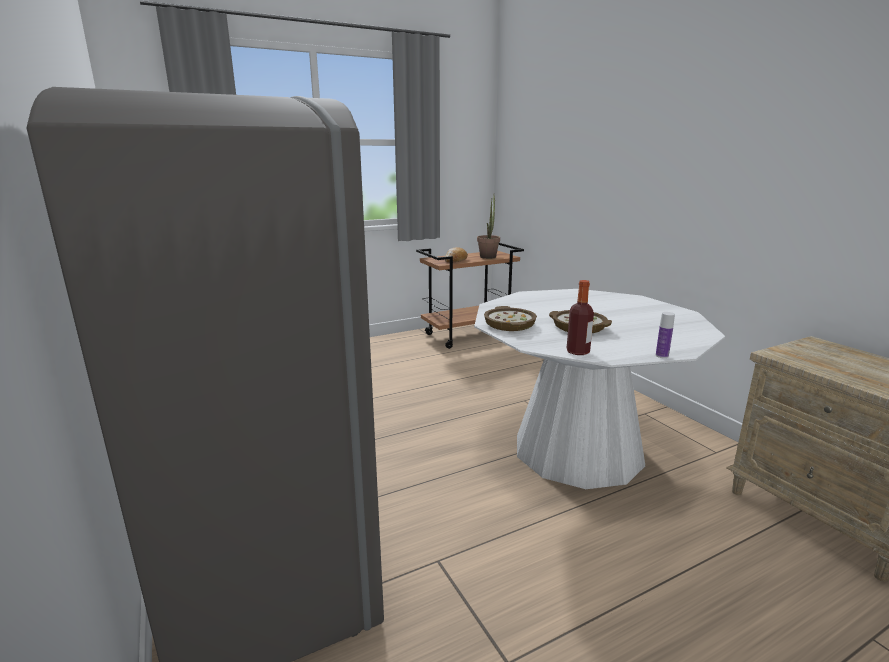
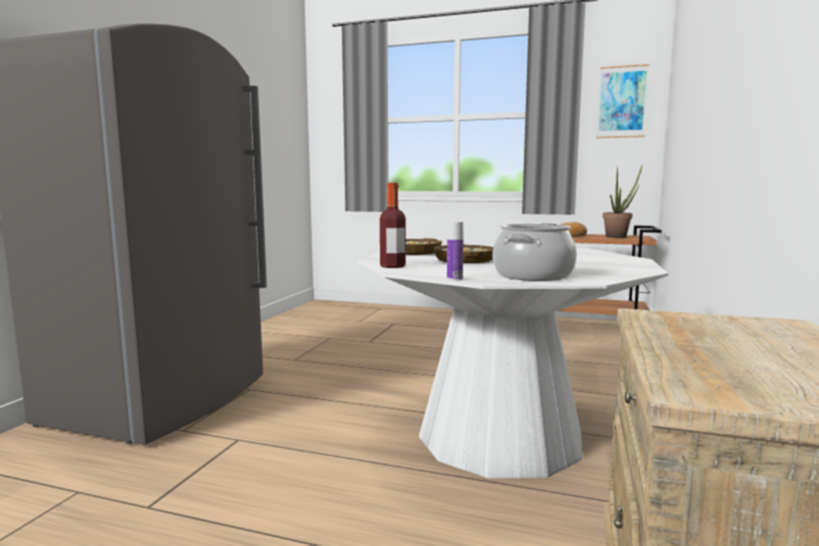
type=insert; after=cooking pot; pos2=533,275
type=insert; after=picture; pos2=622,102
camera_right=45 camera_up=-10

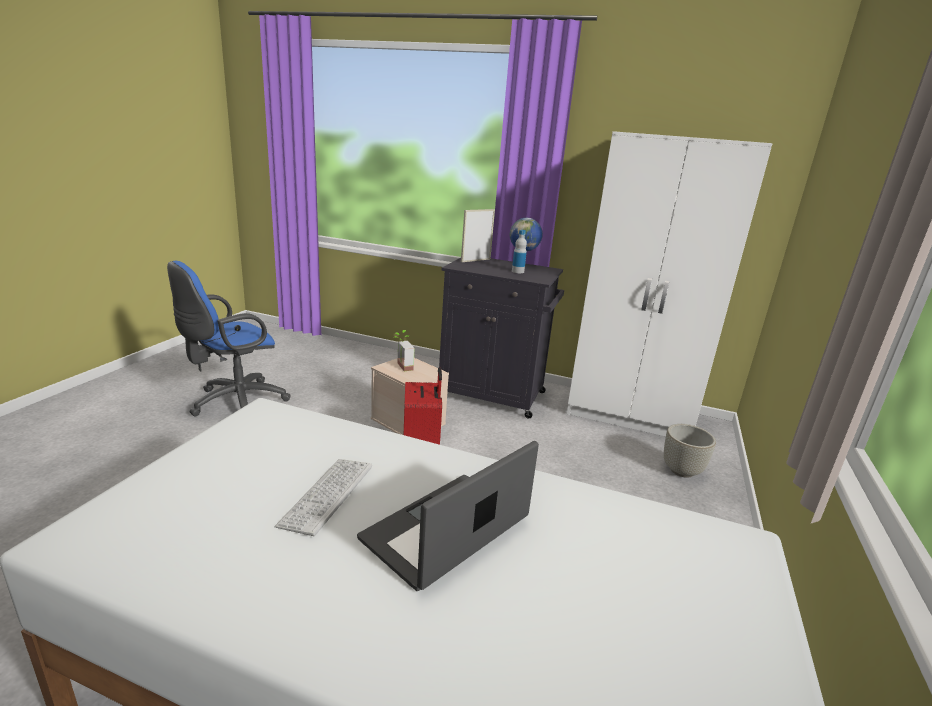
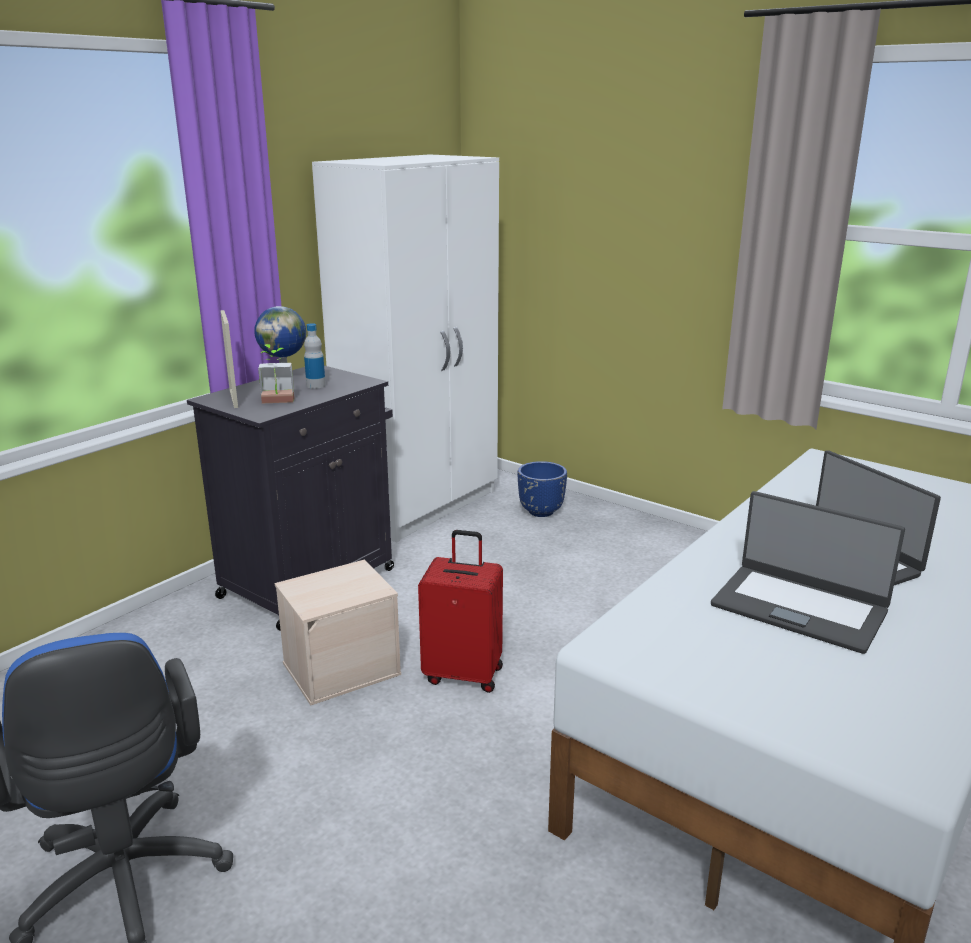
type=move; before=potted plant; pos1=401,367; pos2=277,402
type=replace; before=keyboard; after=laptop; pos1=327,496; pos2=799,607
type=recolor; before=grey planter; after=blue planter; pos1=682,471; pos2=541,511
camera_right=-70 camera_up=0

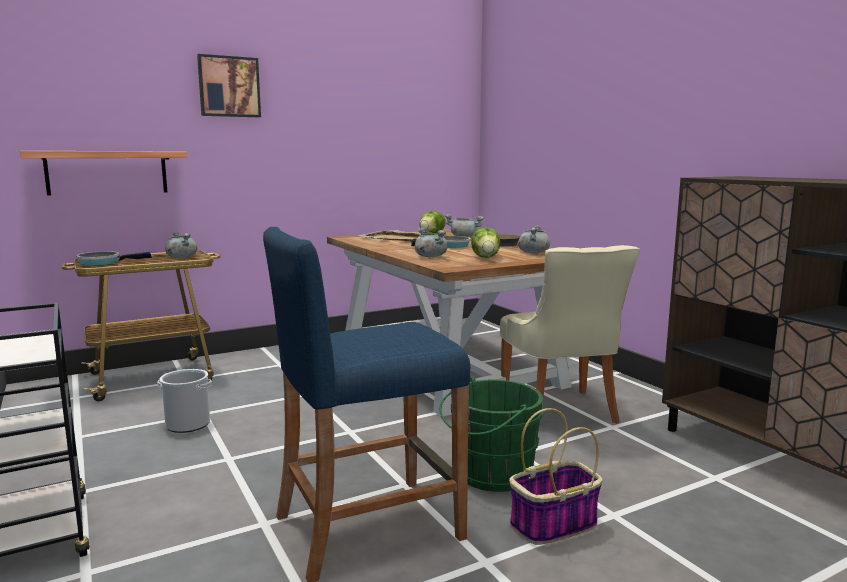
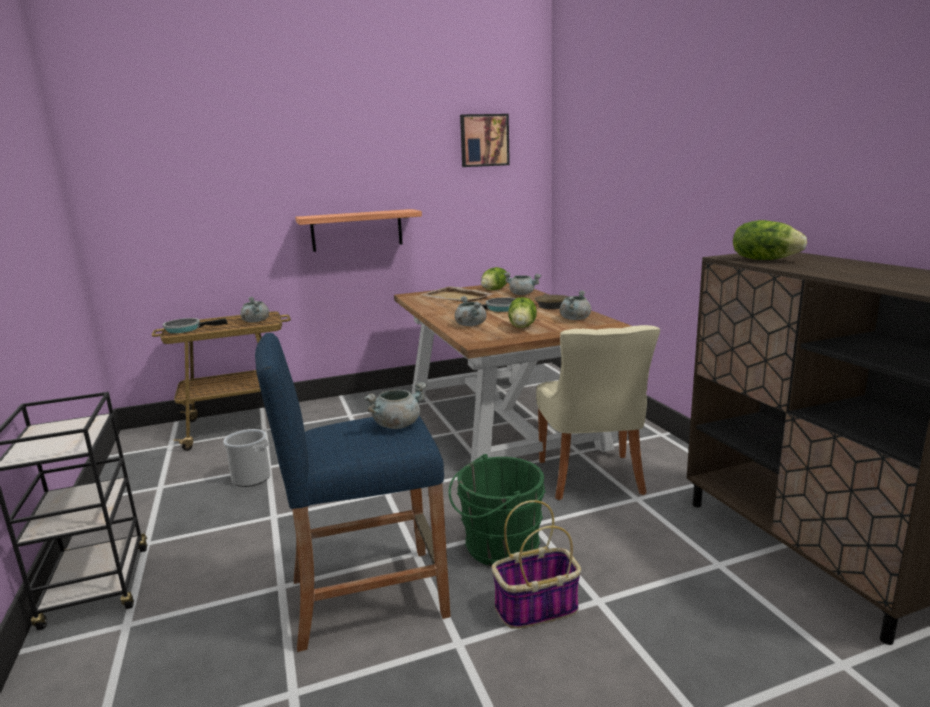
type=insert; after=grey cooking pot; pos2=397,424
type=insert; after=lettuce; pos2=764,260
type=move; before=shelf; pos1=107,172; pos2=357,230
type=move; before=picture; pos1=229,87; pos2=484,140
camera_right=10 camera_up=5

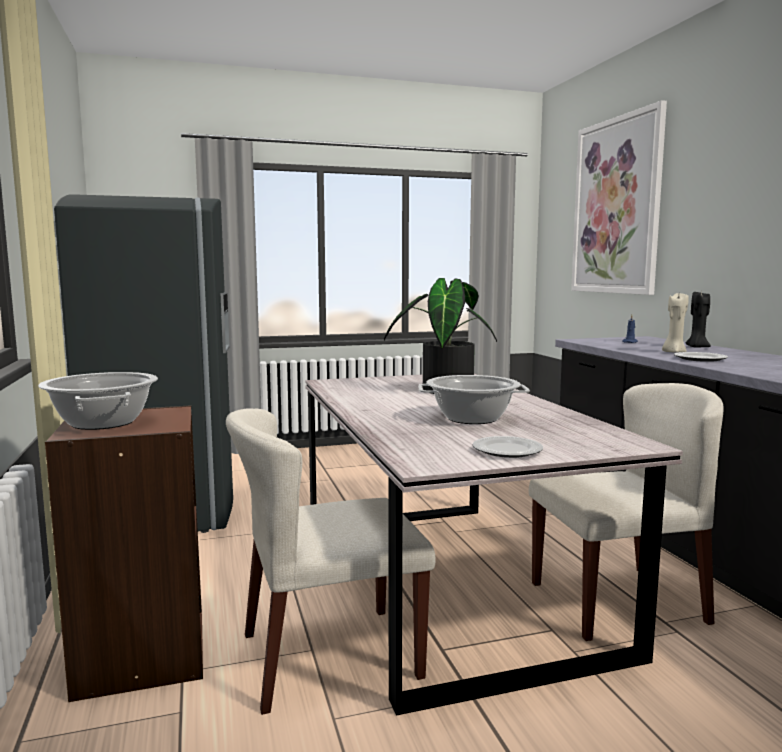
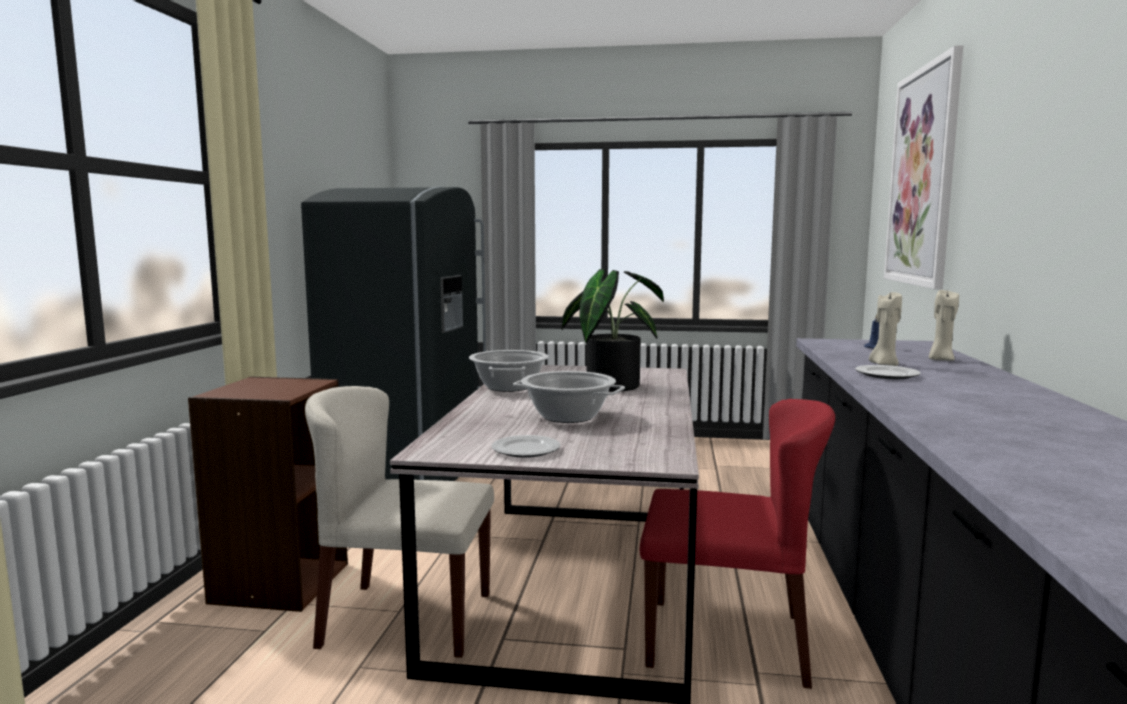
type=move; before=cooking pot; pos1=103,423; pos2=509,387
type=recolor; before=beige chair; after=red chair; pos1=618,601; pos2=728,640
type=recolor; before=black candle; after=beige candle; pos1=696,347; pos2=940,360
camera_right=25 camera_up=0

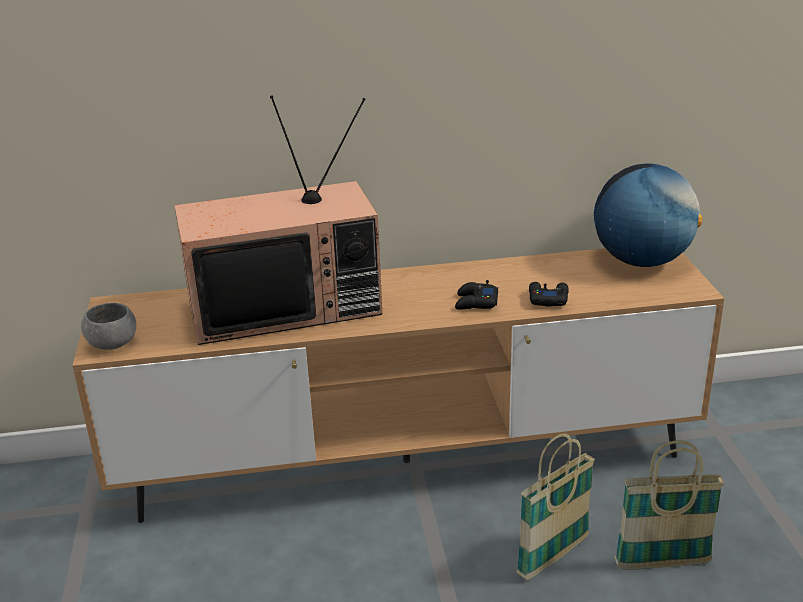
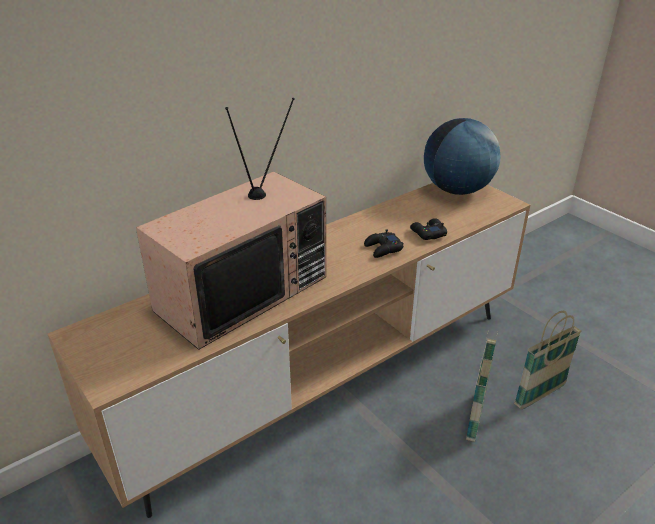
type=delete; before=grey bowl; pos1=113,344
camera_right=-30 camera_up=5

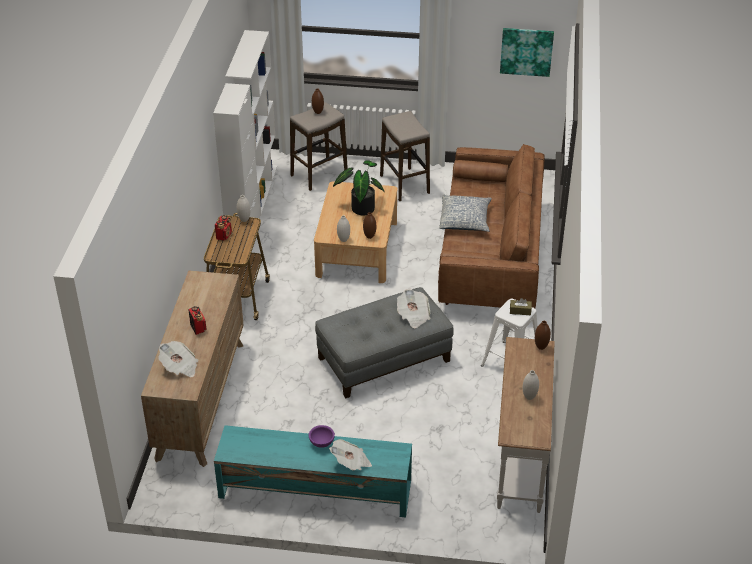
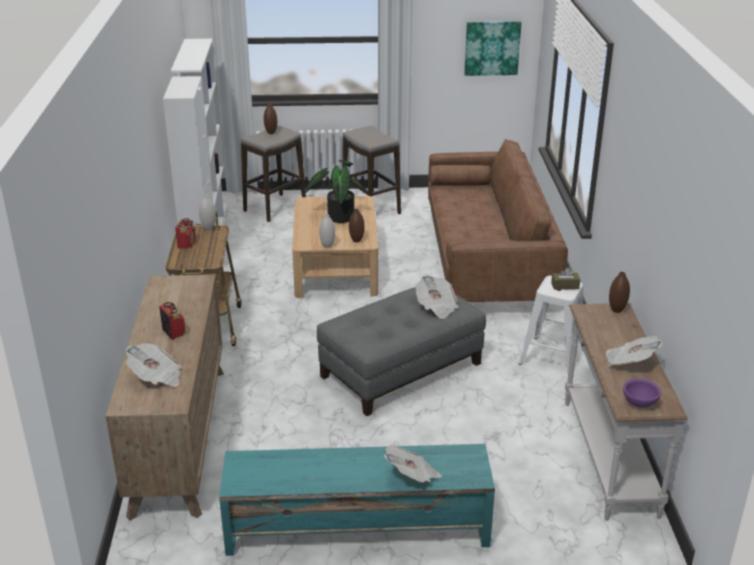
type=delete; before=pillow; pos1=465,220
type=move; before=purple bowl; pos1=321,443; pos2=639,403
type=replace; before=white vase; after=newspaper; pos1=529,397; pos2=629,362
camera_right=-10 camera_up=-10

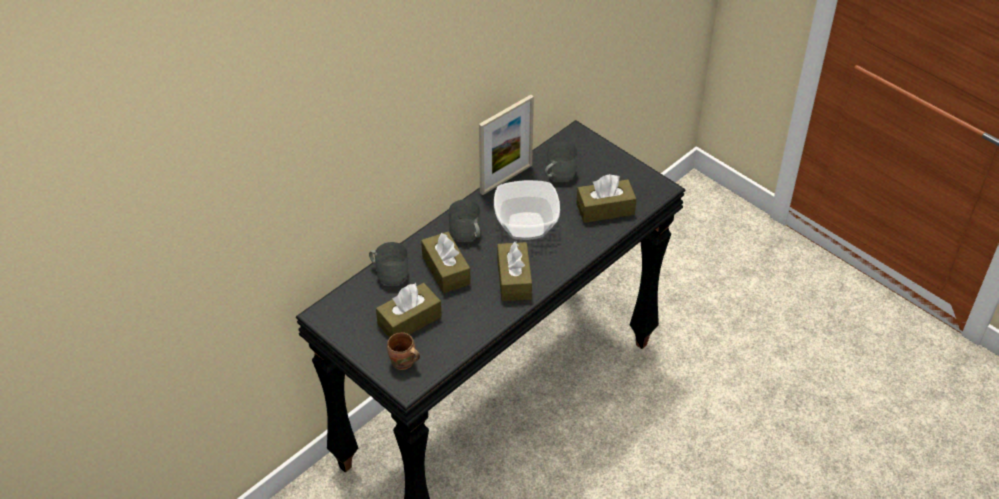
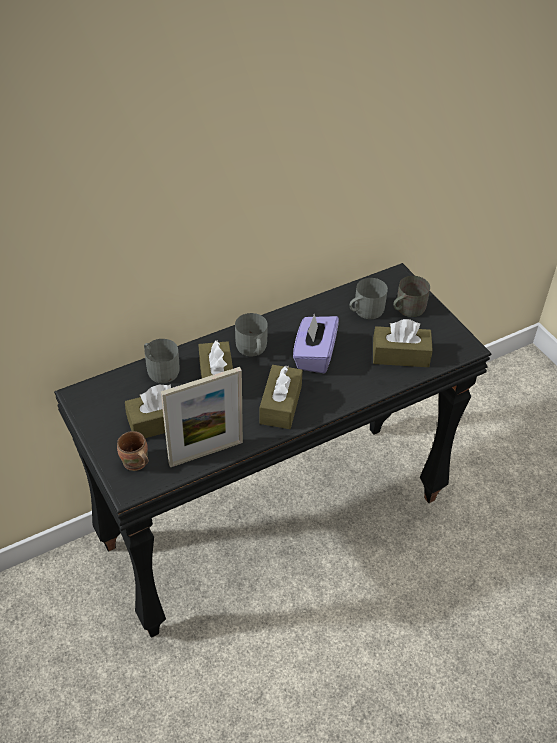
type=insert; after=grey mug; pos2=407,309
type=move; before=picture frame; pos1=506,179; pos2=206,453
type=replace; before=bowl; after=purple tissue box; pos1=527,227; pos2=314,355
camera_right=15 camera_up=0

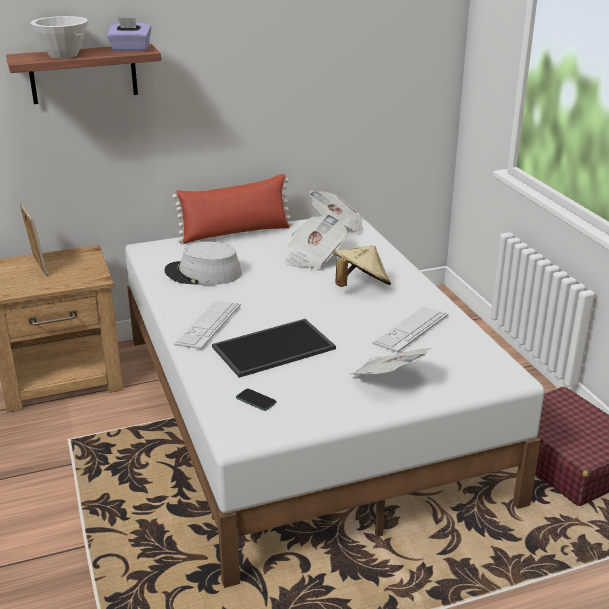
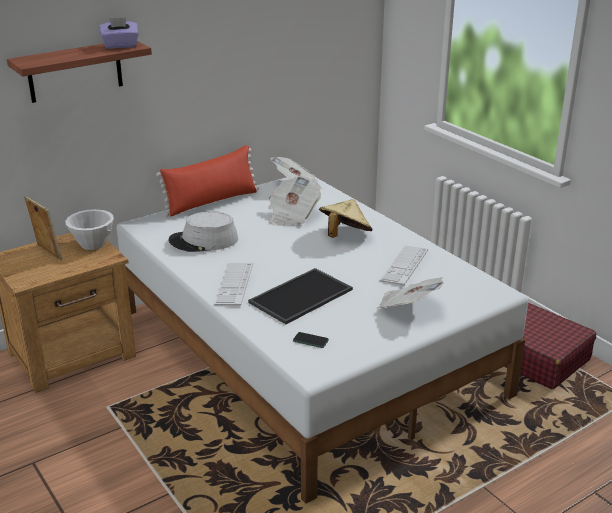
type=move; before=white bowl; pos1=63,55; pos2=93,244
camera_right=-15 camera_up=0

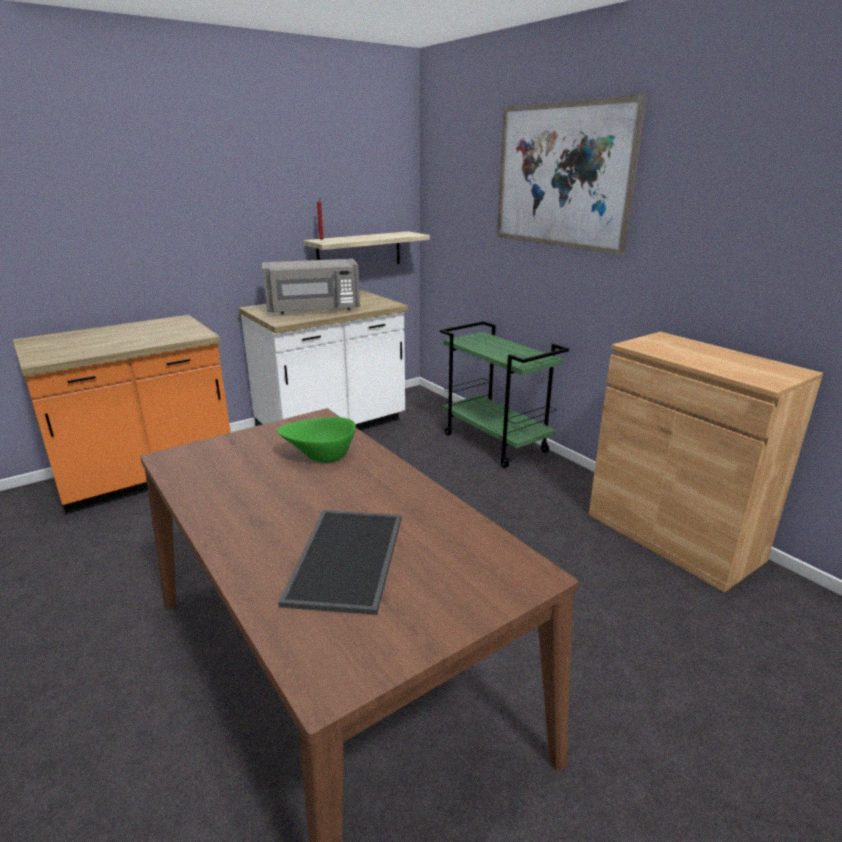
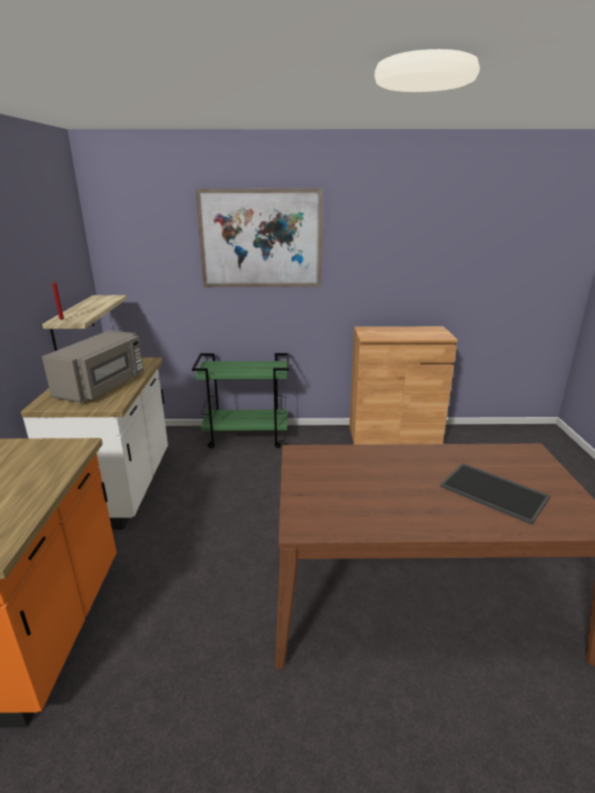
type=delete; before=green bowl; pos1=320,456
camera_right=-55 camera_up=0

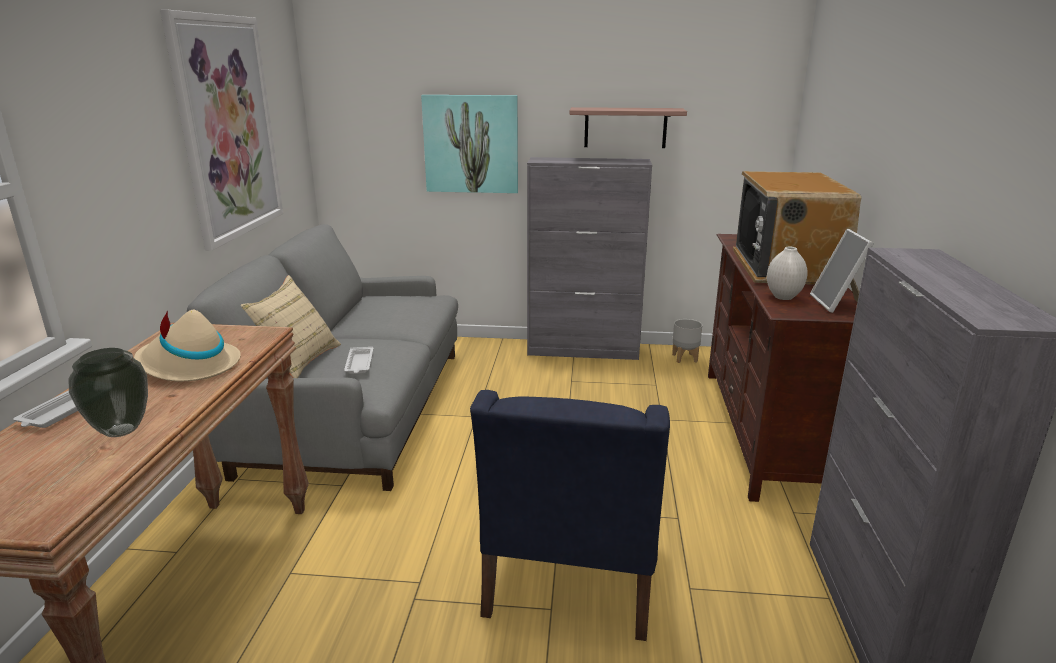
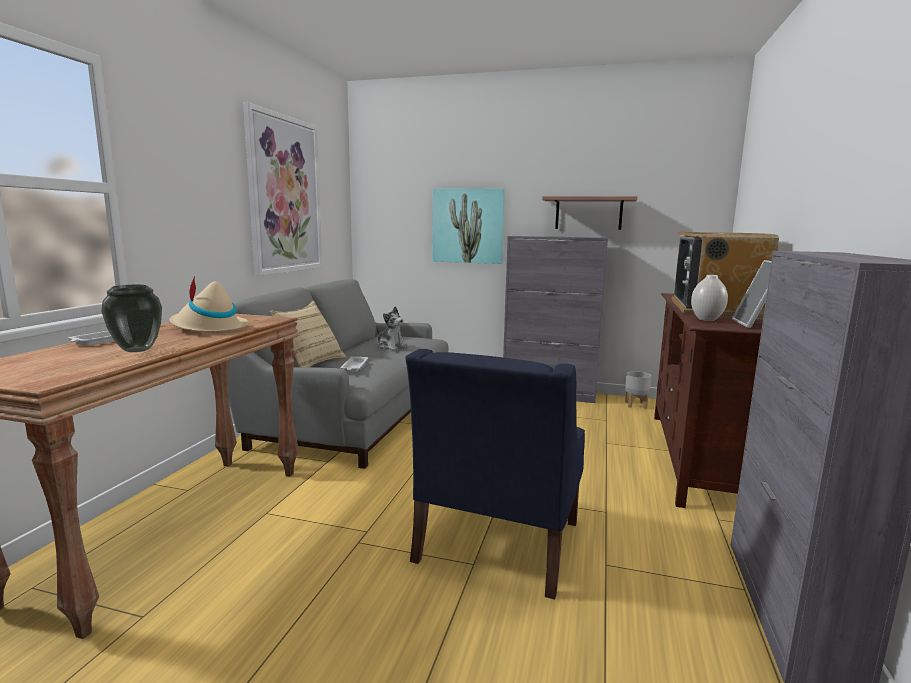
type=insert; after=plush toy; pos2=391,346
camera_right=10 camera_up=-10

